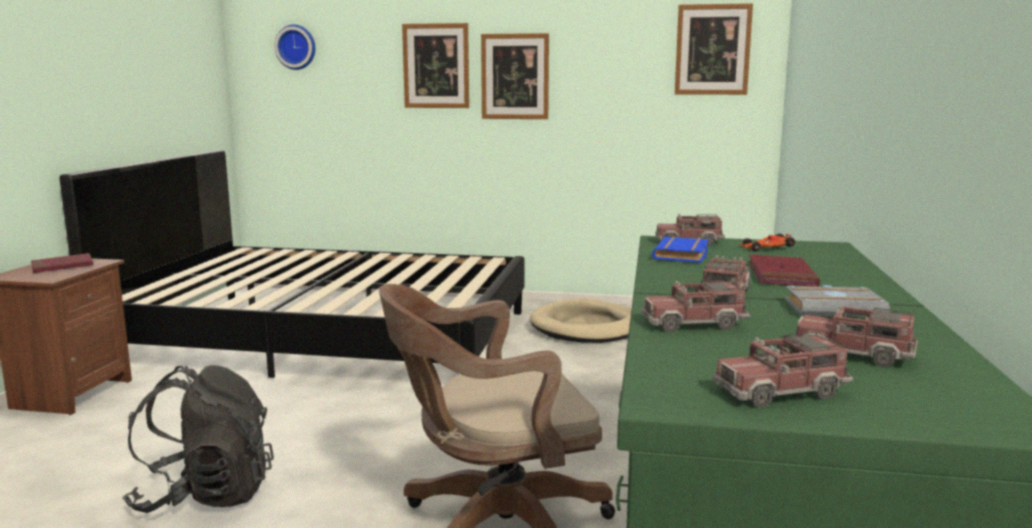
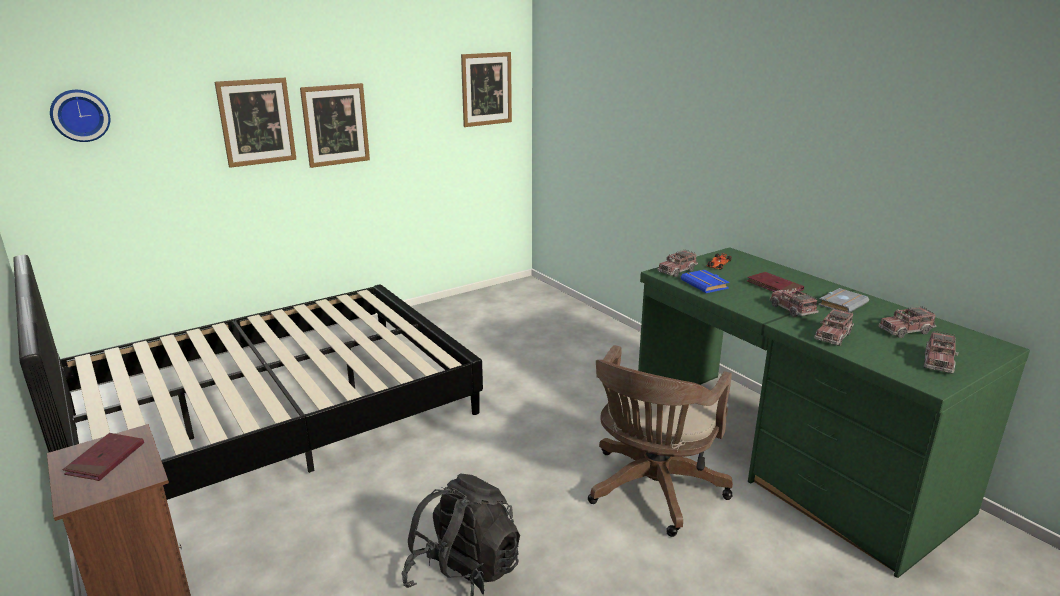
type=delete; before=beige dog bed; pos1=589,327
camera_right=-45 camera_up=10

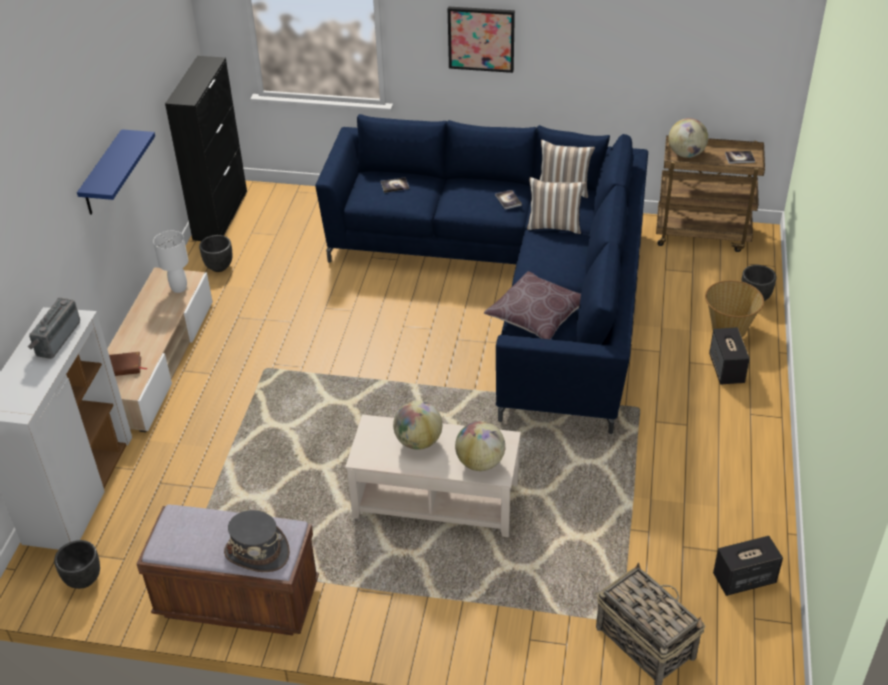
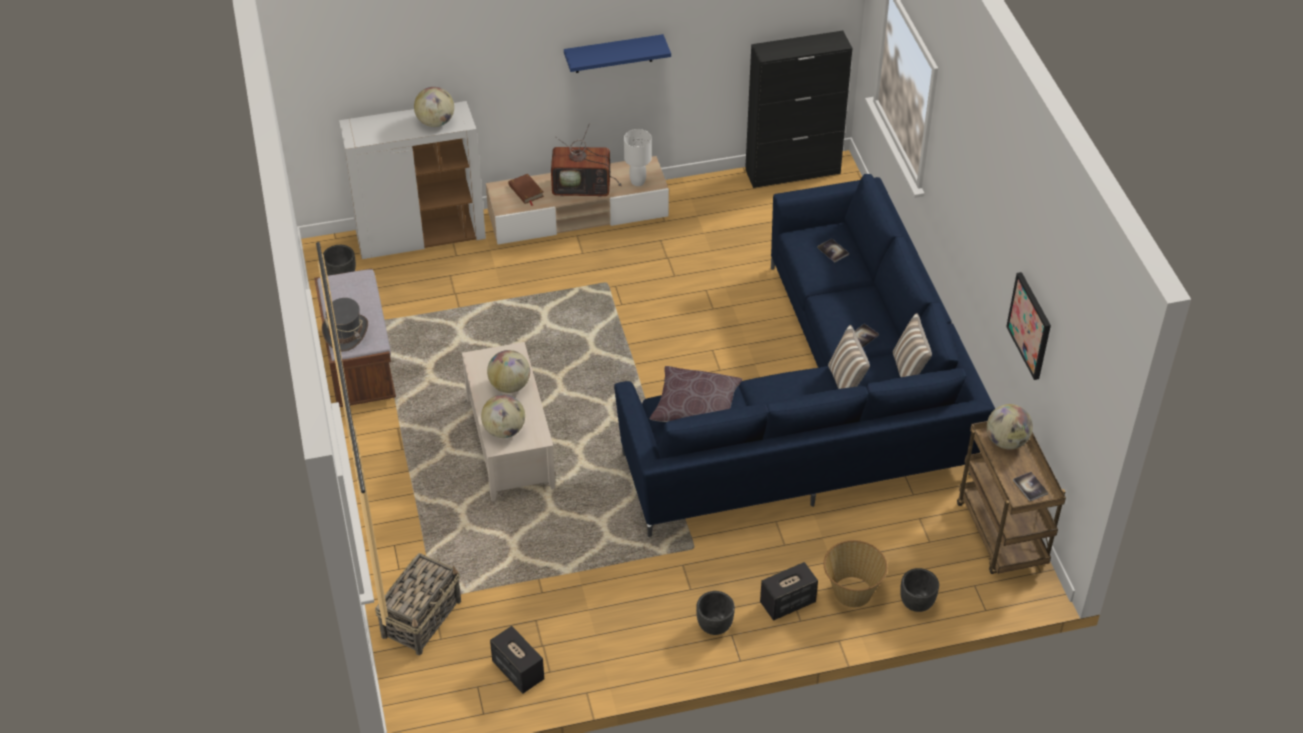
type=insert; after=television; pos2=583,186
type=move; before=black planter; pos1=219,267; pos2=714,627
type=move; before=picture; pos1=481,38; pos2=1030,325
type=replace; before=radio; after=globe; pos1=55,338; pos2=435,122
camera_right=65 camera_up=5

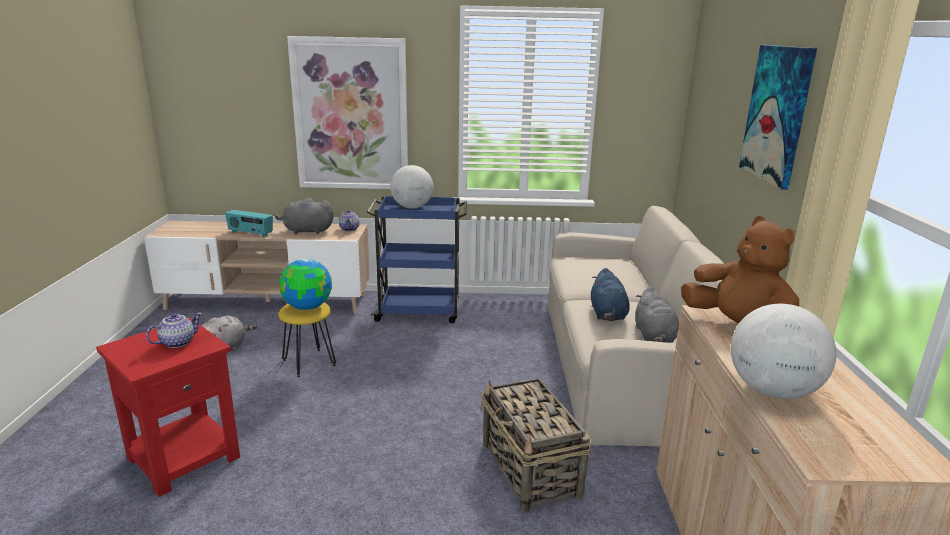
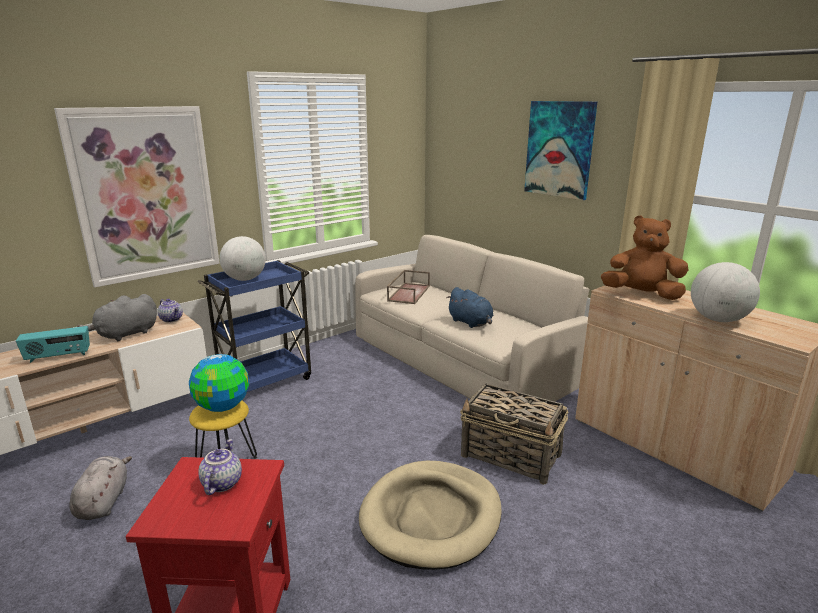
type=delete; before=grey plush toy; pos1=654,337
type=insert; after=beige dog bed; pos2=431,517
type=insert; after=brown tray; pos2=408,293
camera_right=-40 camera_up=0

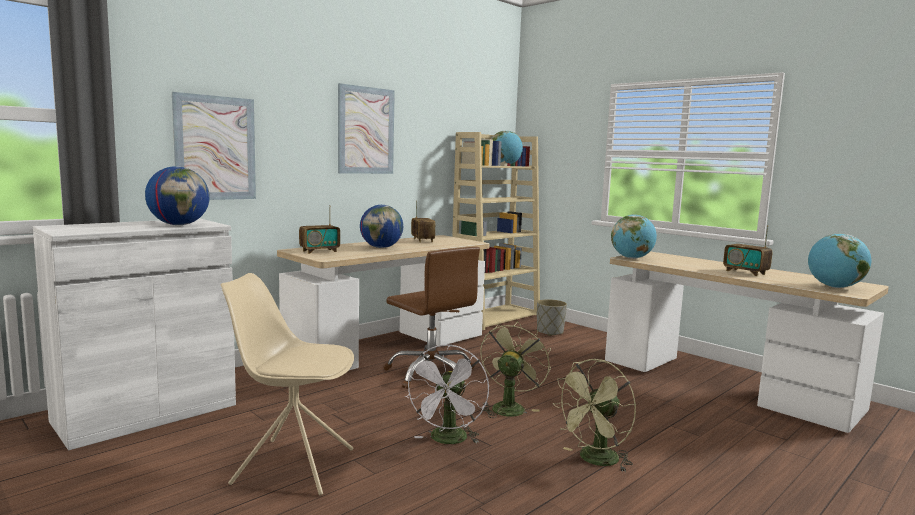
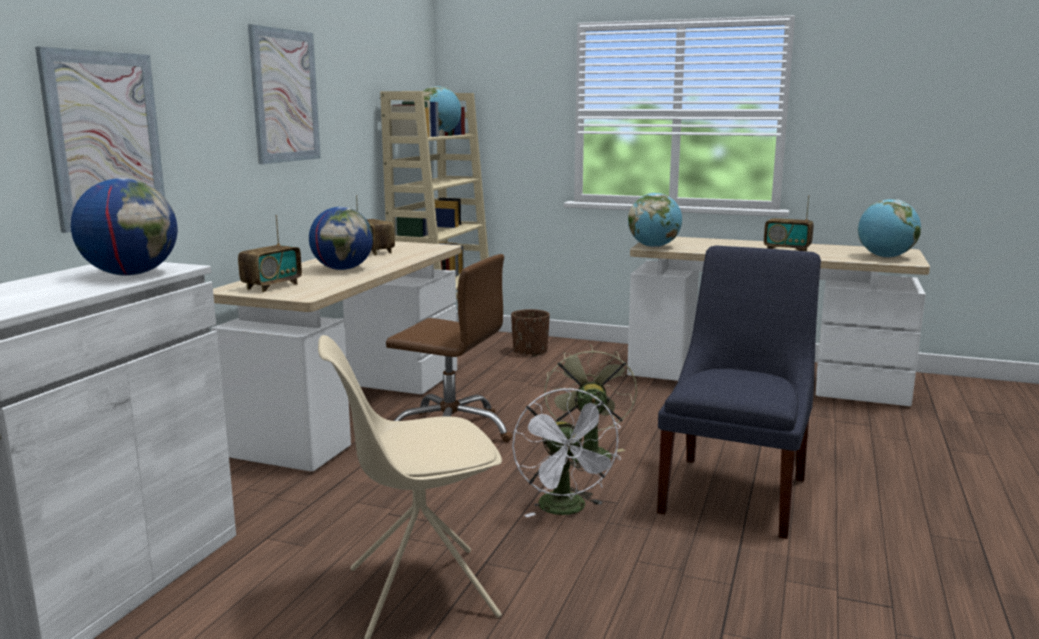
type=replace; before=green fan; after=blue chair; pos1=594,461; pos2=736,491
type=recolor; before=grey planter; after=brown planter; pos1=549,332; pos2=529,351
camera_right=-25 camera_up=5

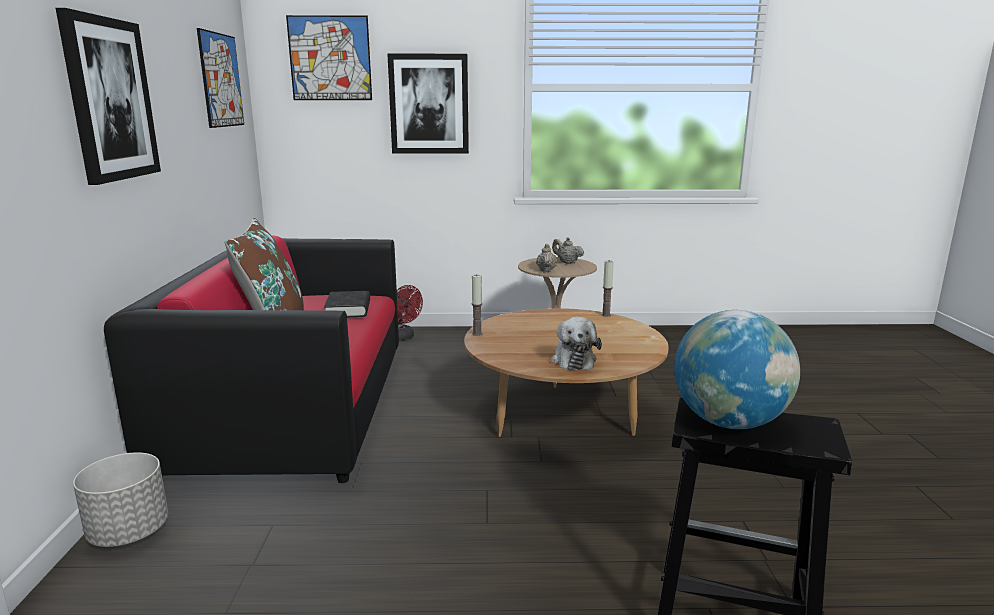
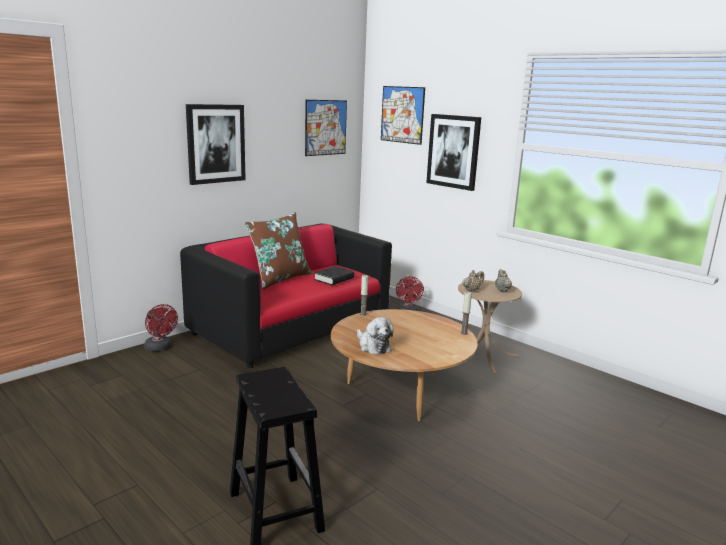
type=delete; before=globe; pos1=729,422
type=replace; before=grey planter; after=red fan; pos1=129,532; pos2=160,348
type=rotate; before=plush toy; pos1=573,359; pos2=373,346; turn=-75
camera_right=45 camera_up=0

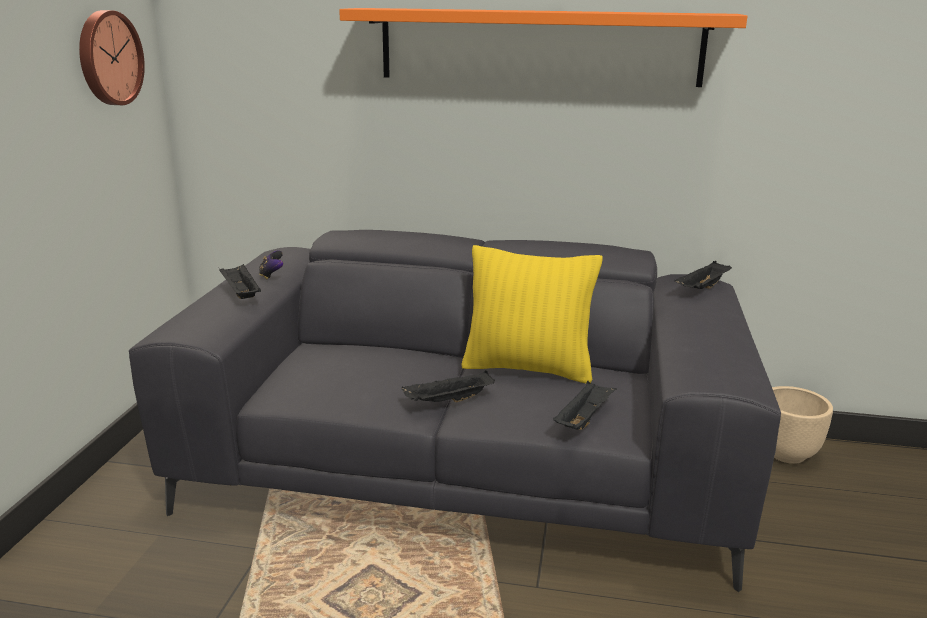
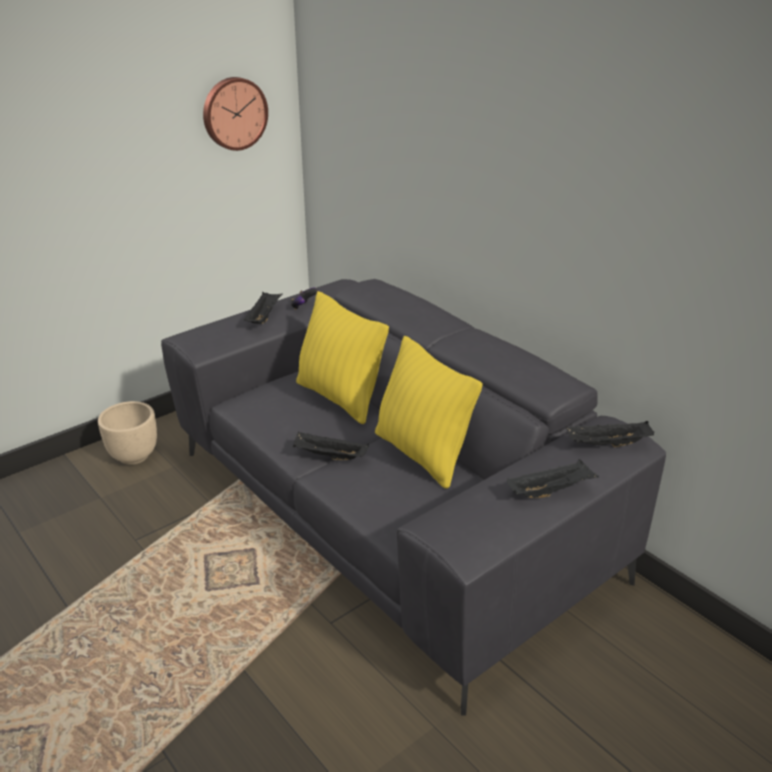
type=delete; before=orange shelf; pos1=539,46
type=insert; after=yellow pillow; pos2=340,398
type=move; before=black tray; pos1=583,419; pos2=551,490
type=move; before=beige planter; pos1=787,454; pos2=134,456
camera_right=40 camera_up=10

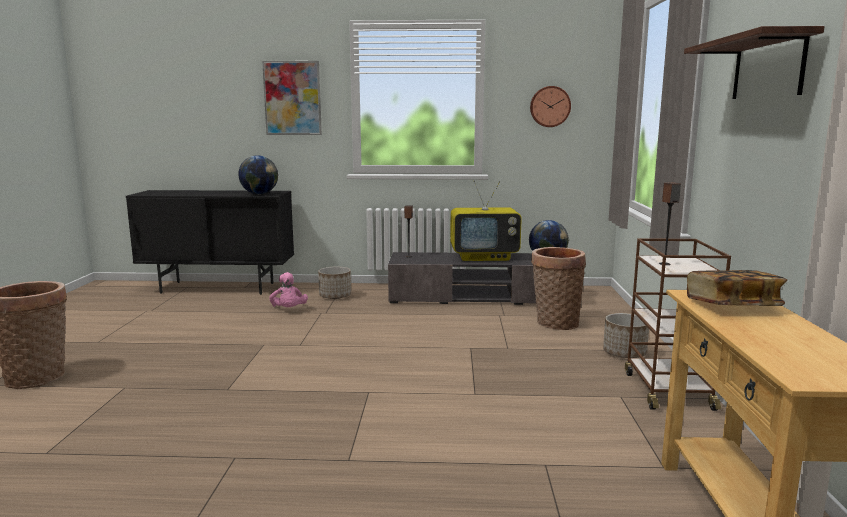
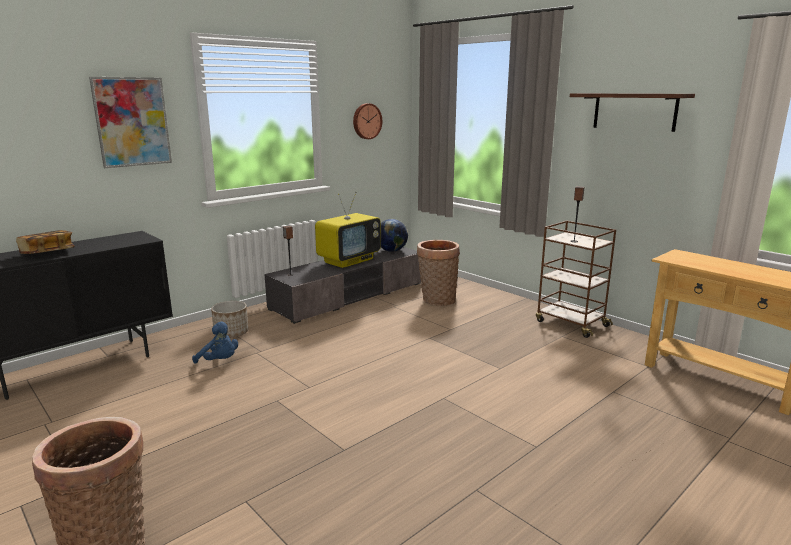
type=delete; before=globe; pos1=259,194
type=delete; before=planter; pos1=624,353
type=move; before=book; pos1=732,306; pos2=47,253
type=recolor; before=pink plush toy; after=blue plush toy; pos1=289,310; pos2=219,361
camera_right=-45 camera_up=5

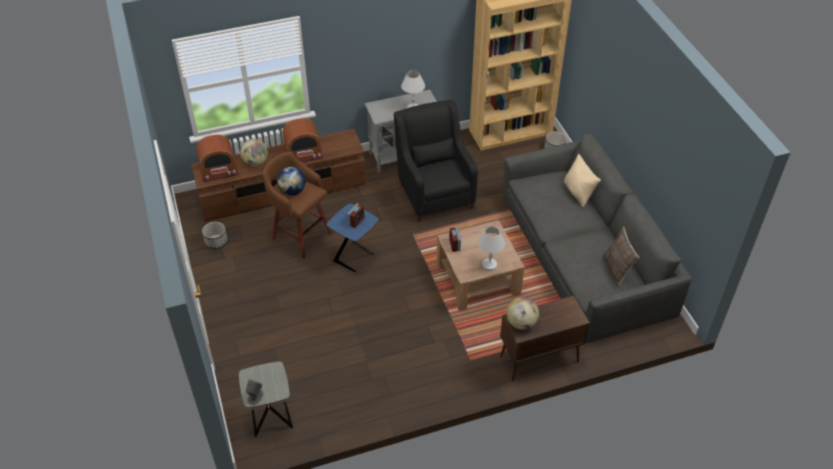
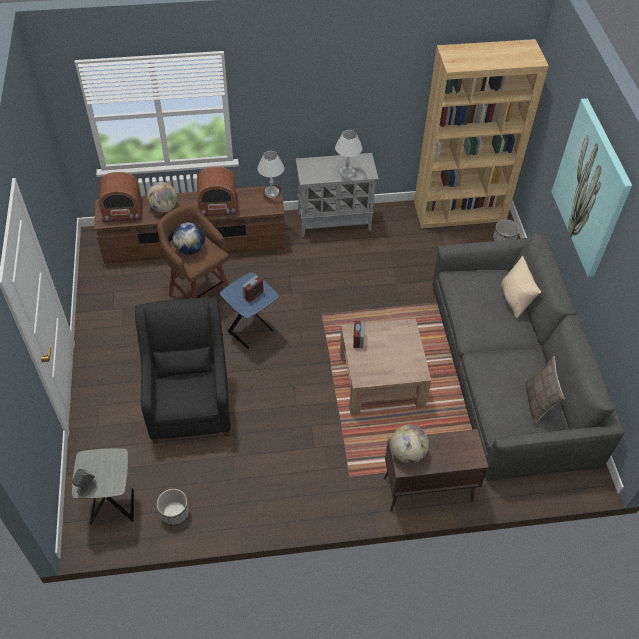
type=insert; after=picture; pos2=592,188
type=move; before=planter; pos1=216,242; pos2=174,513
type=move; before=black armchair; pos1=434,192; pos2=190,402
type=move; before=white table lamp; pos1=489,265; pos2=271,192
camera_right=10 camera_up=5

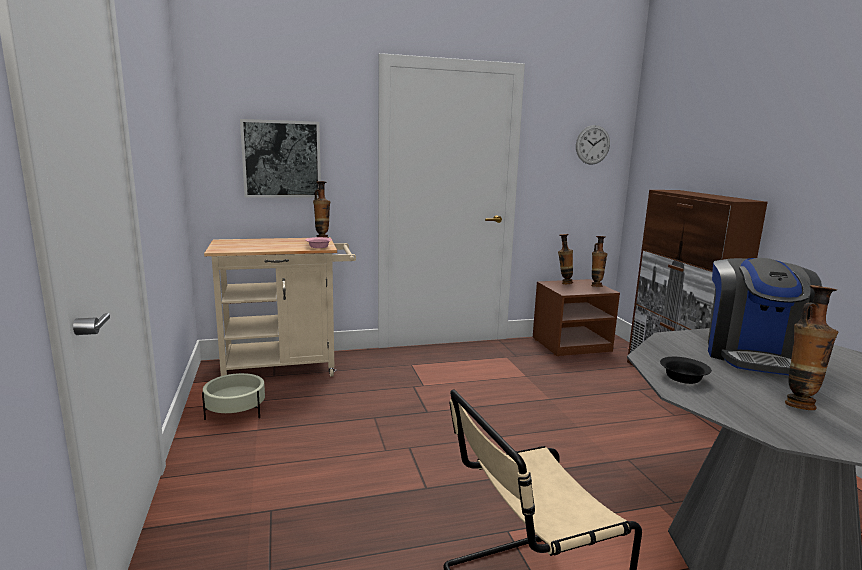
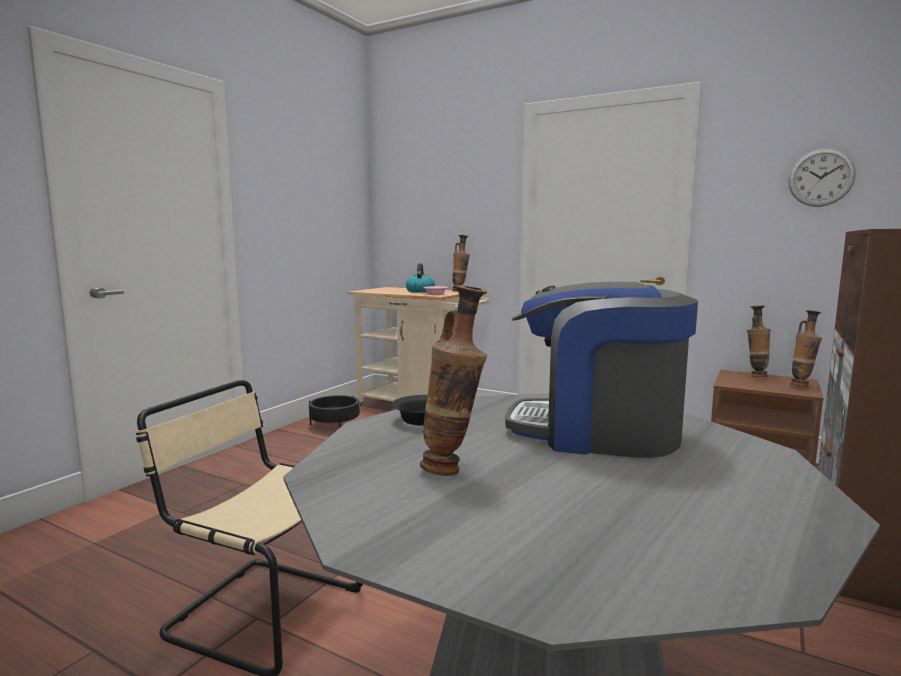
type=delete; before=picture; pos1=281,159
type=insert; after=kettle; pos2=420,291
type=recolor; before=beige planter; after=black planter; pos1=235,411; pos2=335,425
type=rotate; before=coffee machine; pos1=752,355; pos2=596,432; turn=45
camera_right=45 camera_up=-5

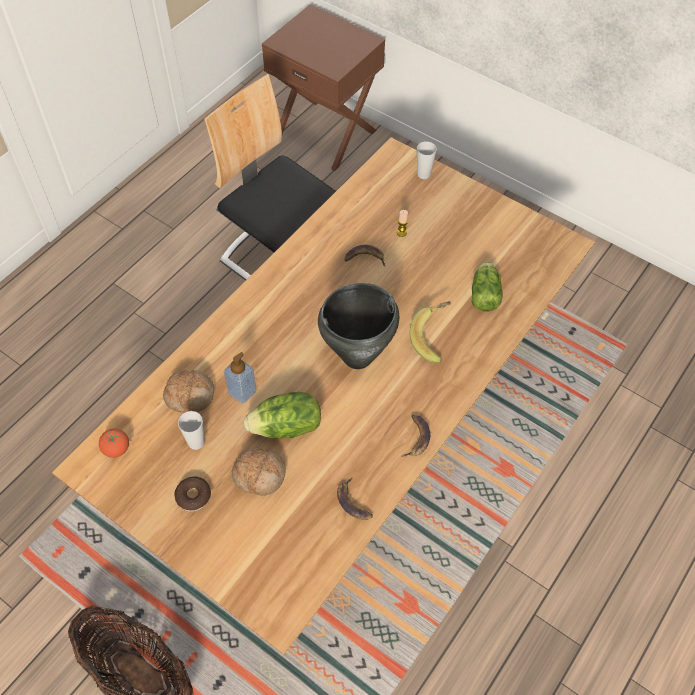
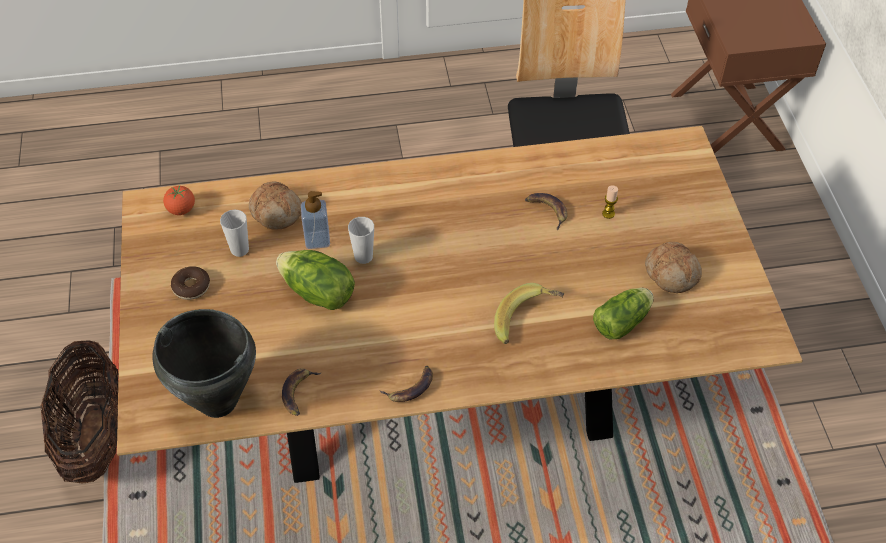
type=move; before=bread; pos1=260,474; pos2=672,273
type=move; before=black cooking pot; pos1=358,357; pos2=218,402
type=move; before=cup; pos1=423,174; pos2=363,257
camera_right=45 camera_up=-5

